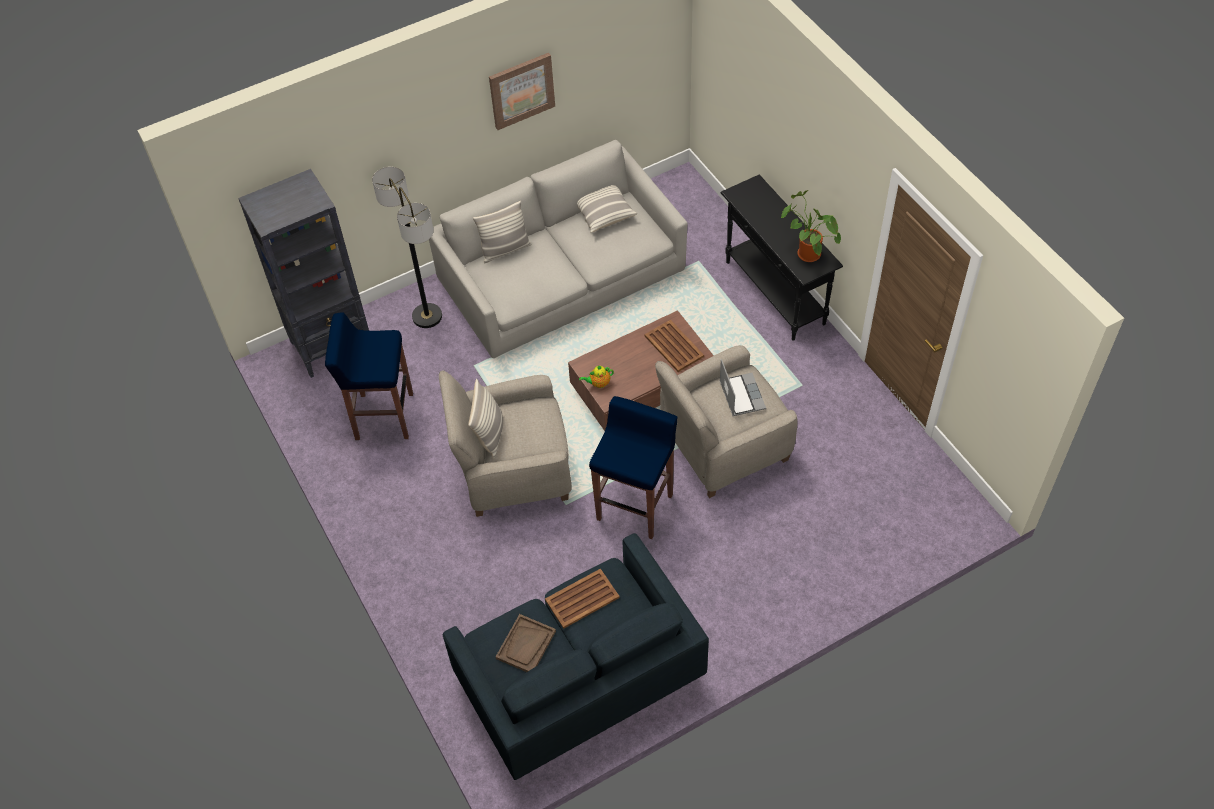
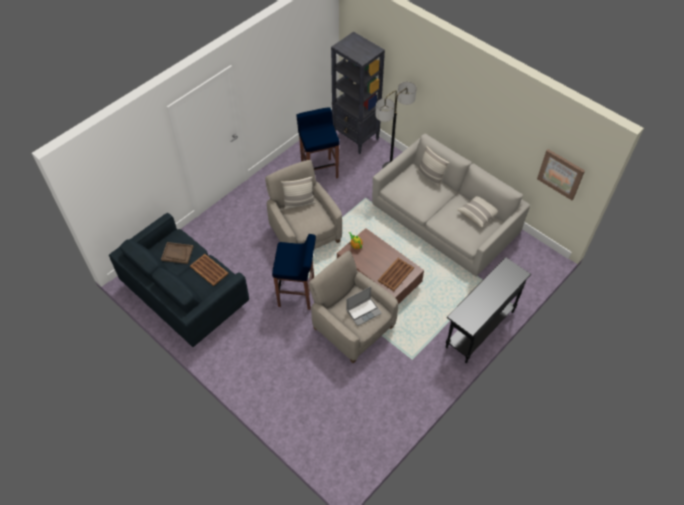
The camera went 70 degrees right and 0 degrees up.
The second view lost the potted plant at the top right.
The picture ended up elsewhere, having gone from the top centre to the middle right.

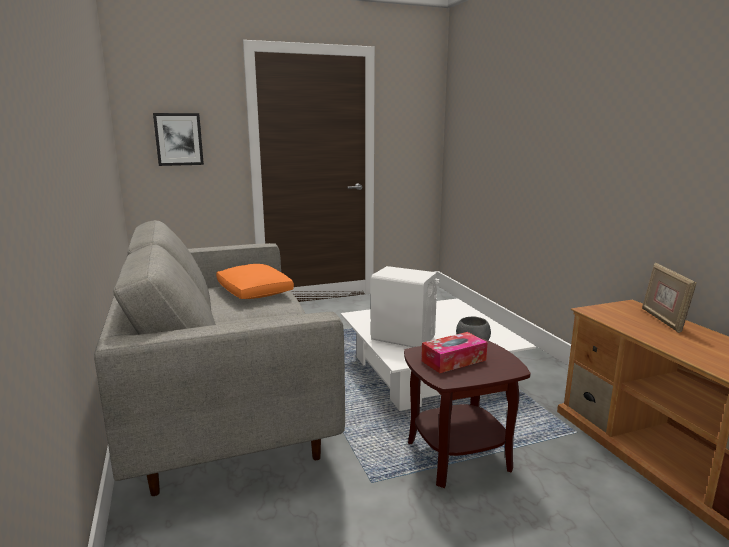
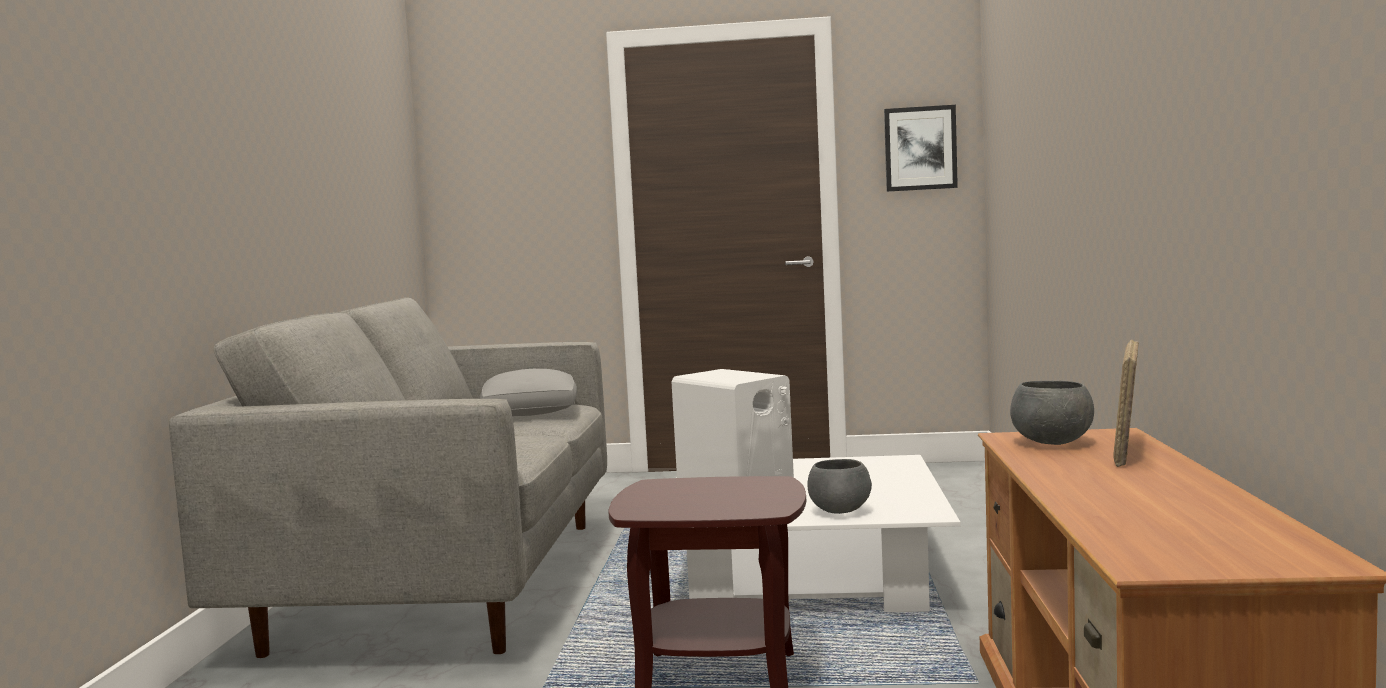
The camera went 25 degrees right and 10 degrees down.
The second view lost the box of tissues at the centre.
The second view gained the gray deep dish (2nd from left) at the middle right.
The picture ended up elsewhere, having gone from the top left to the top centre.
What was the orange-coloured pillow at the centre turned into the gray pillow at the centre.

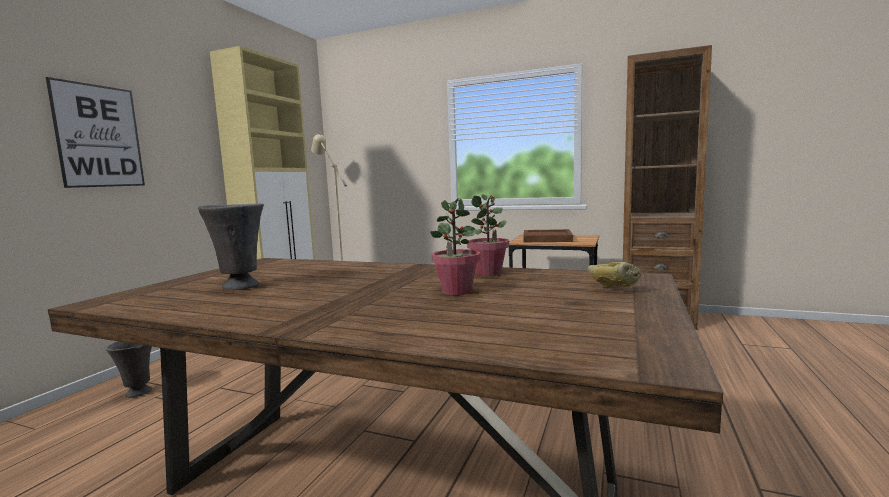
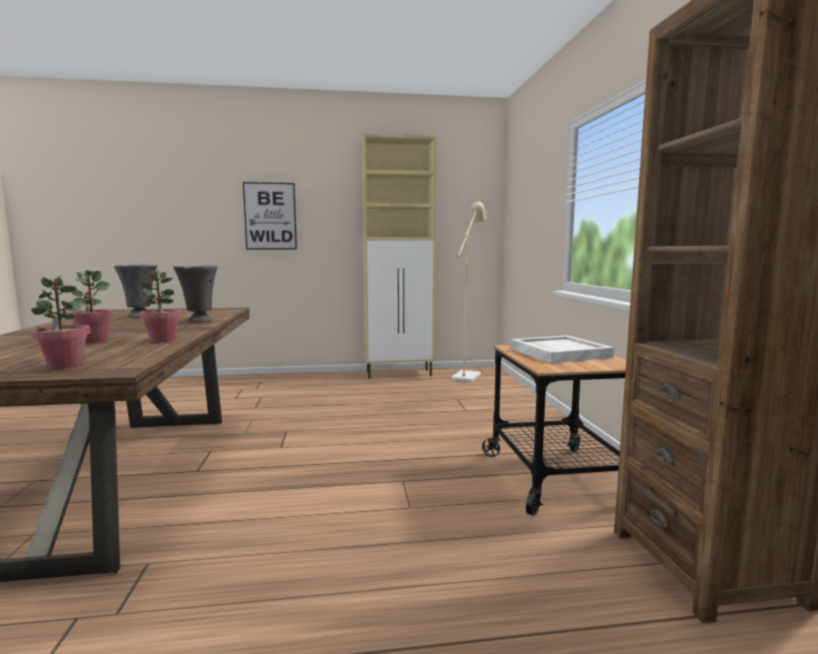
The camera went 60 degrees right and 0 degrees up.
The gray flower vase (1st from left in the first image) ended up elsewhere, having gone from the bottom left to the middle left.
Where the bread stood at the middle right, the potted plant (1st from left) came to stand at the middle left.
What was the brownish tray at the centre turned into the white tray at the middle right.

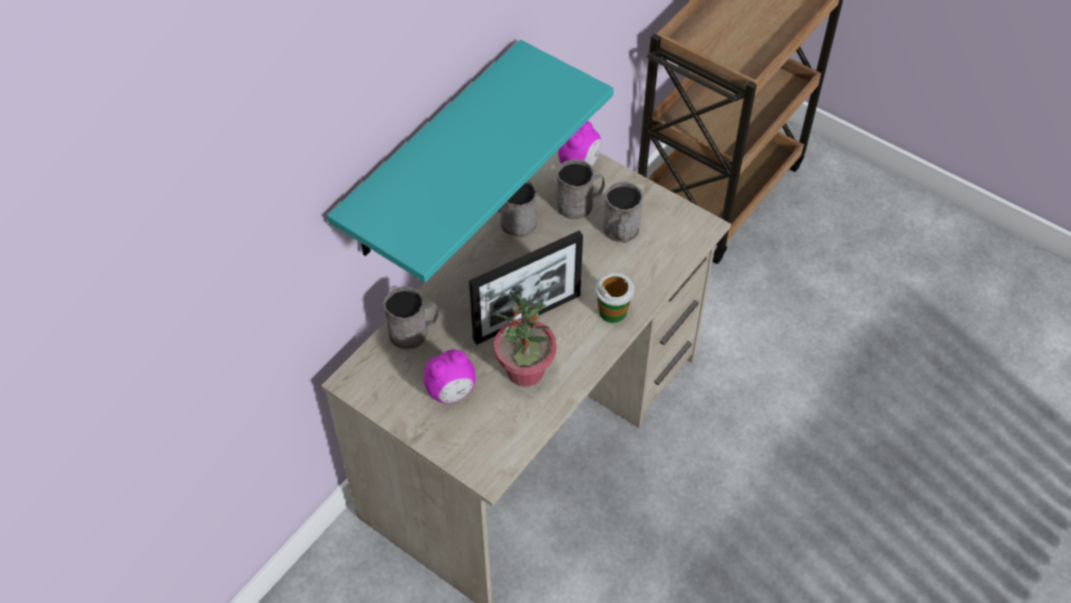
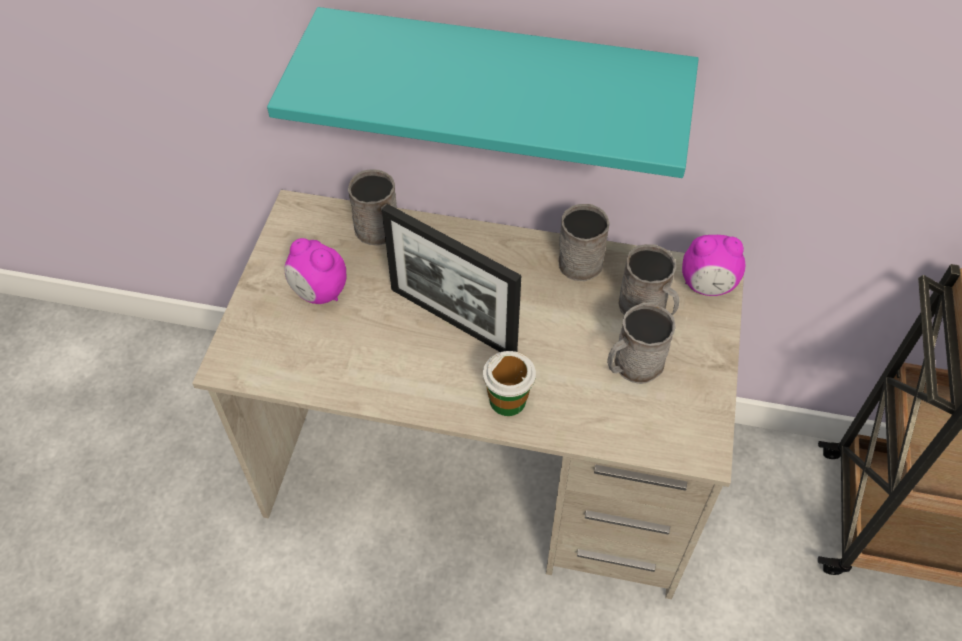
The camera went 65 degrees right and 0 degrees up.
The second view lost the potted plant at the centre.

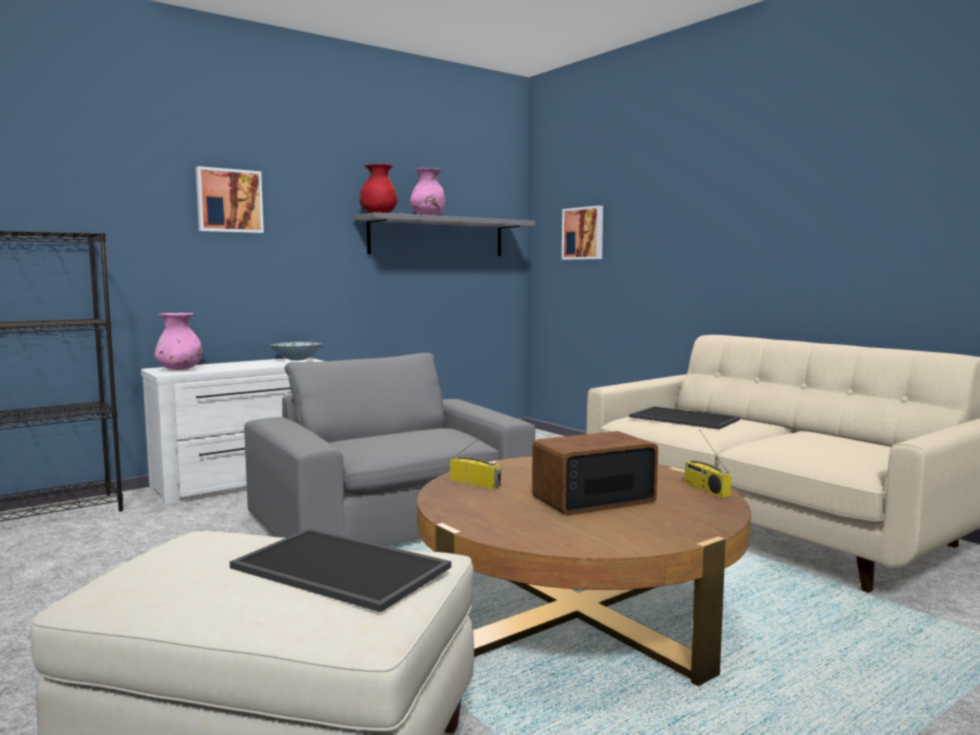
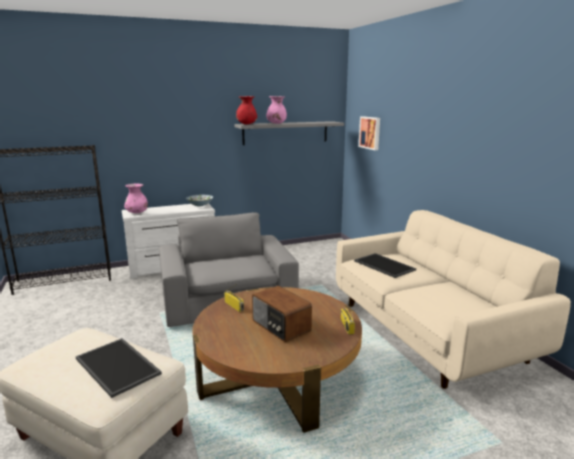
The camera went 15 degrees right and 10 degrees up.
The second view lost the picture (1st from left) at the top left.
The radio (2nd from left) at the centre ended up facing another way, 120 degrees counterclockwise from before.

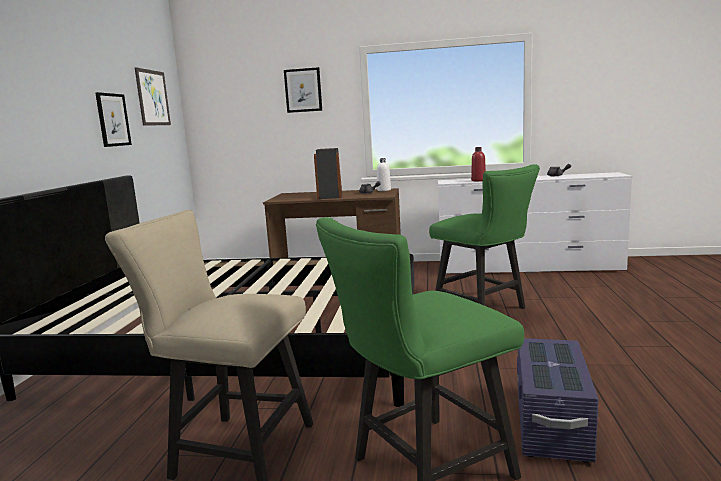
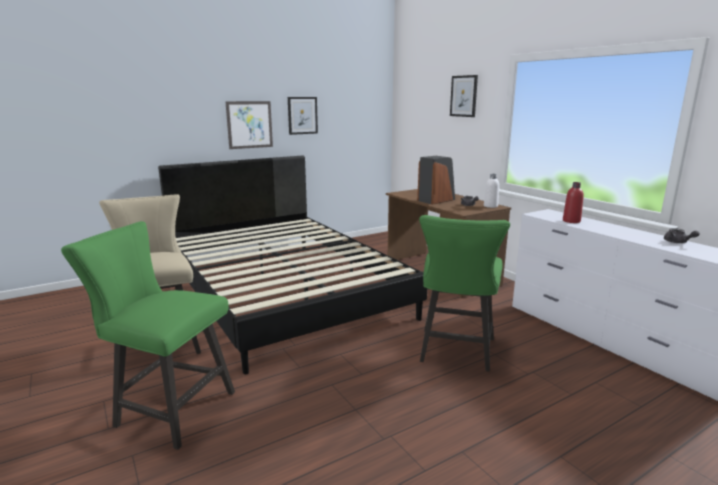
The camera went 50 degrees right and 5 degrees up.
The second view lost the purple storage box at the bottom right.
The picture (2nd from left in the first image) ended up elsewhere, having gone from the top left to the top centre.

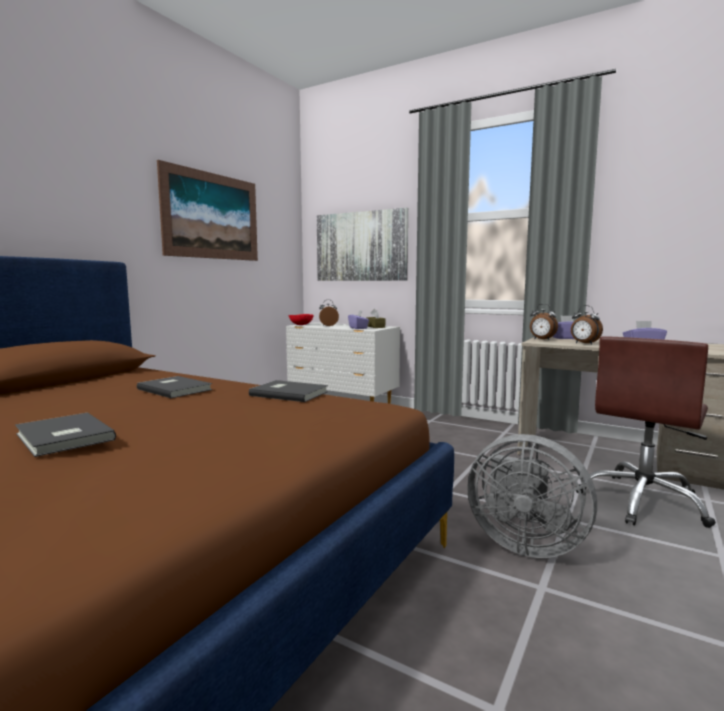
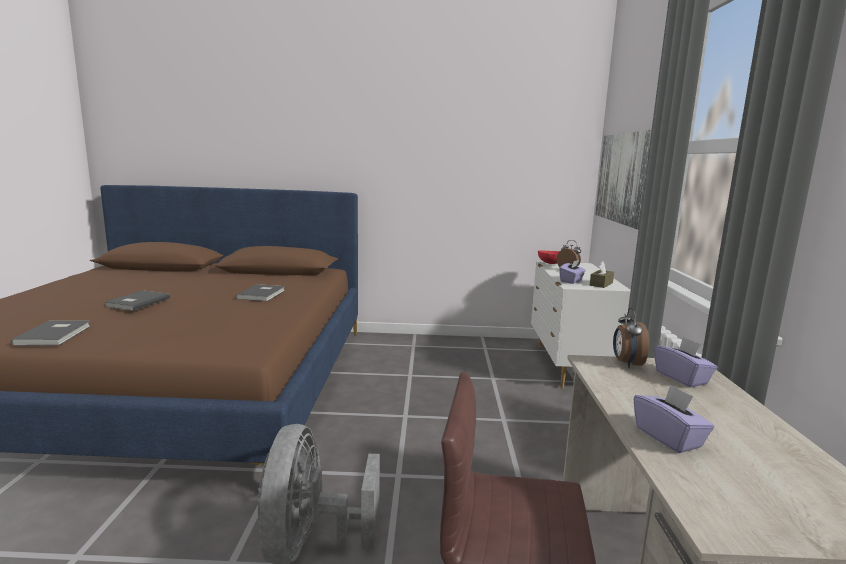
The camera went 60 degrees right and 5 degrees up.
The second view lost the picture (1st from left) at the top left.
The second view lost the table clock (3rd from left) at the middle right.
The gray volume (3rd from left in the first image) ended up elsewhere, having gone from the centre to the middle left.

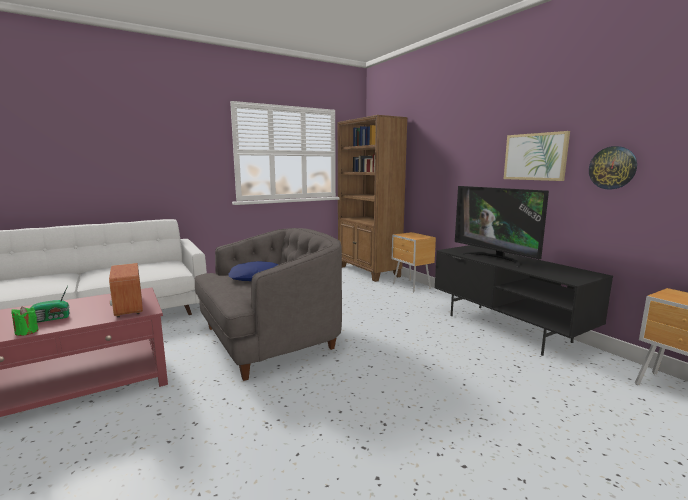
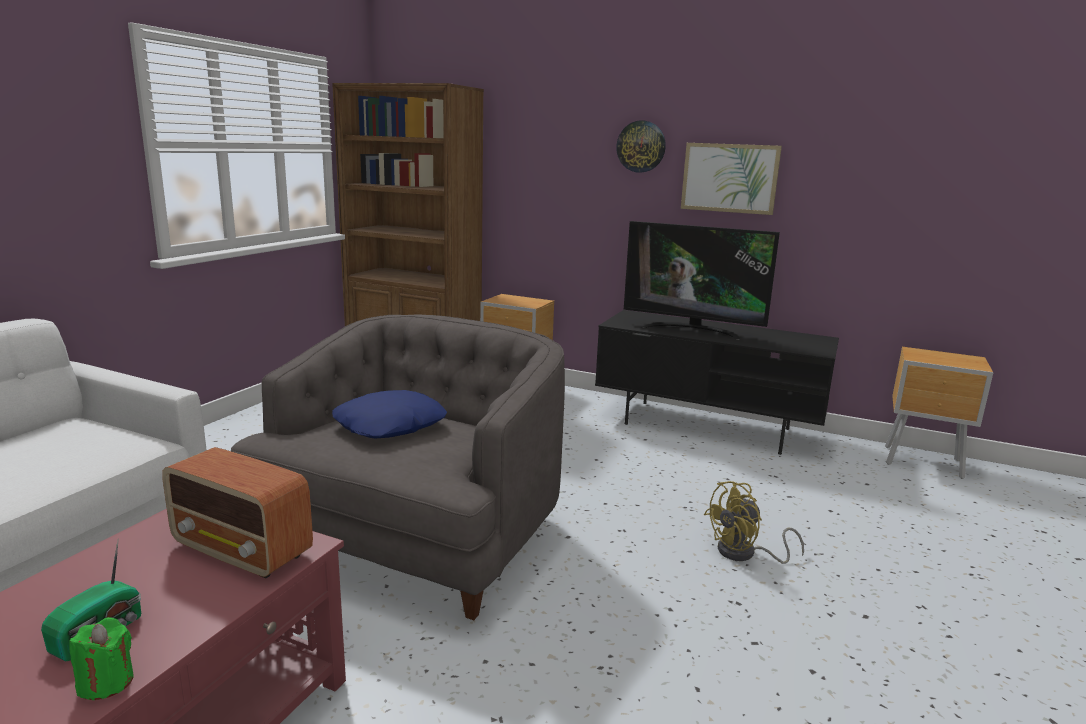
The camera went 35 degrees left and 5 degrees up.
The second view gained the yellowish cooling fan at the bottom right.
The hanging clock ended up elsewhere, having gone from the middle right to the top centre.

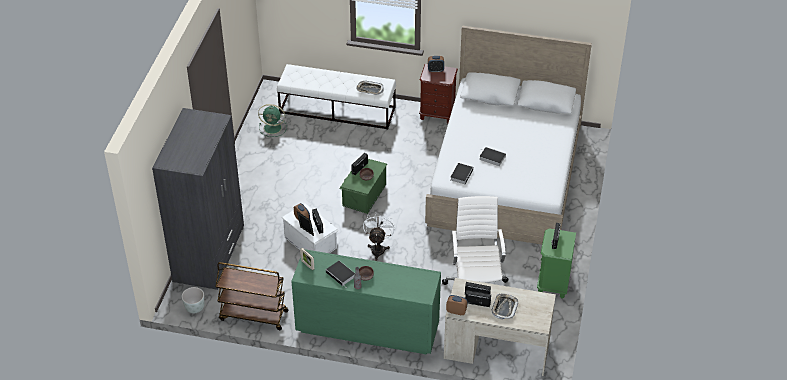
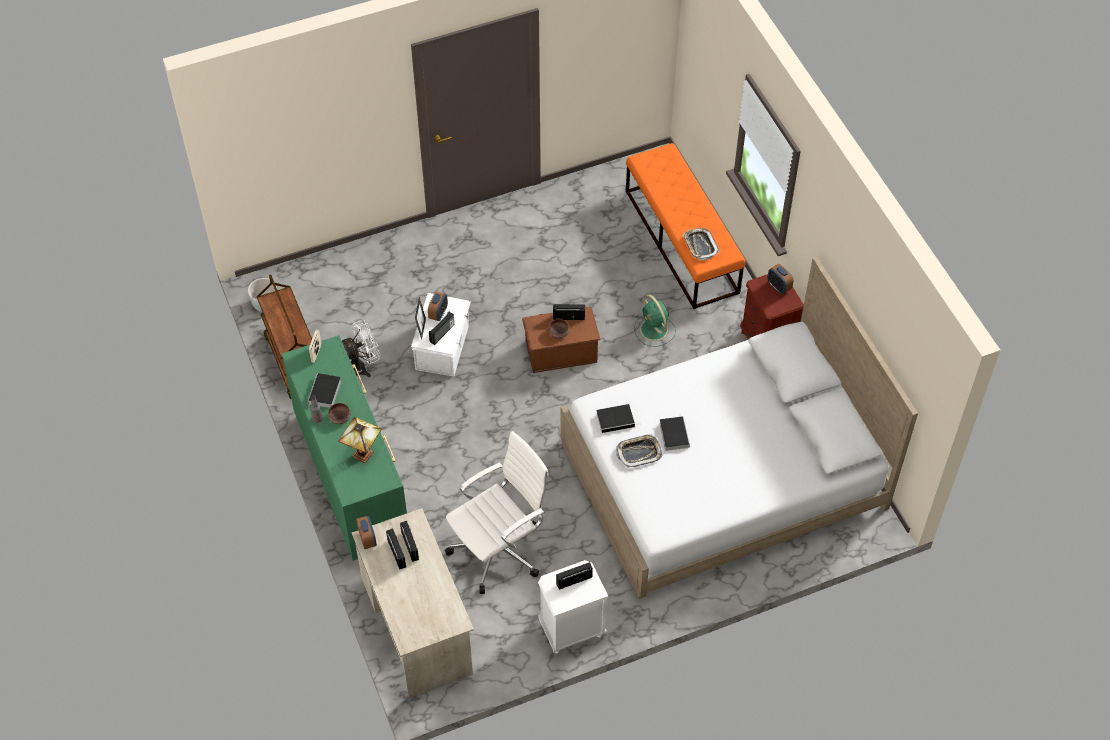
The camera went 55 degrees right and 10 degrees up.
The second view lost the gray clothes cupboard at the middle left.
The second view gained the tabletop lamp at the middle left.
The green cooling fan ended up elsewhere, having gone from the top centre to the centre.
The white cooling fan ended up elsewhere, having gone from the centre to the middle left.
The tray (2nd from left in the first image) ended up elsewhere, having gone from the bottom centre to the centre.
What was the white indoor bench at the top centre turned into the orange-coloured indoor bench at the top centre.
What was the green storage box at the centre turned into the brownish storage box at the centre.
What was the green night table at the bottom right turned into the white night table at the bottom centre.

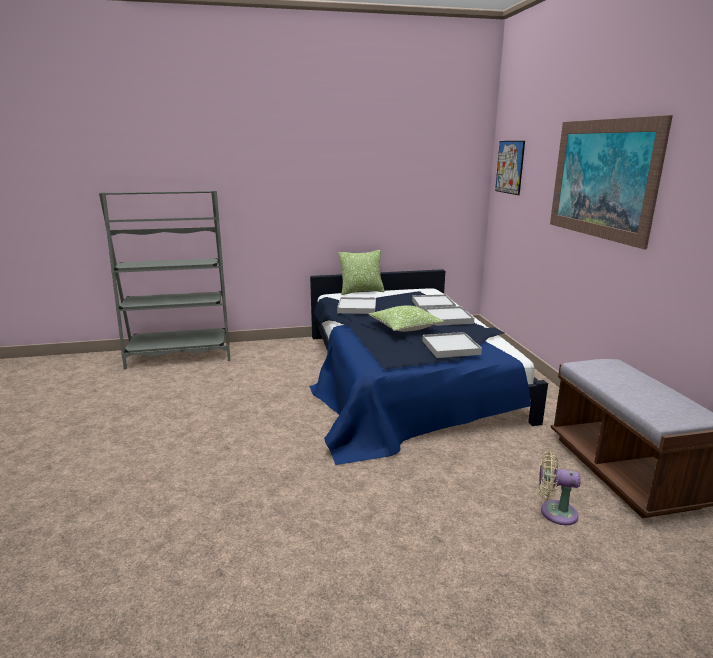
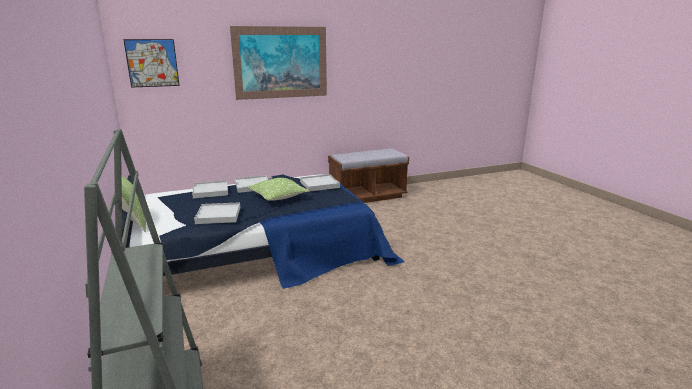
The camera went 100 degrees left and 0 degrees up.
The second view lost the sand-coloured cooling fan at the bottom right.

